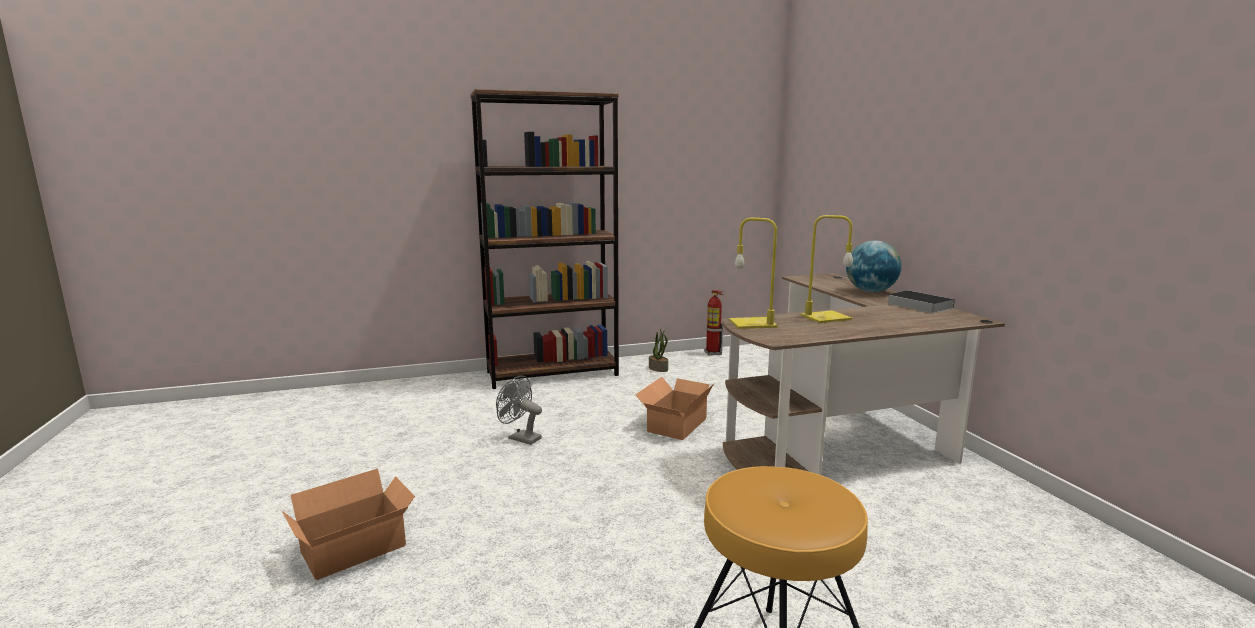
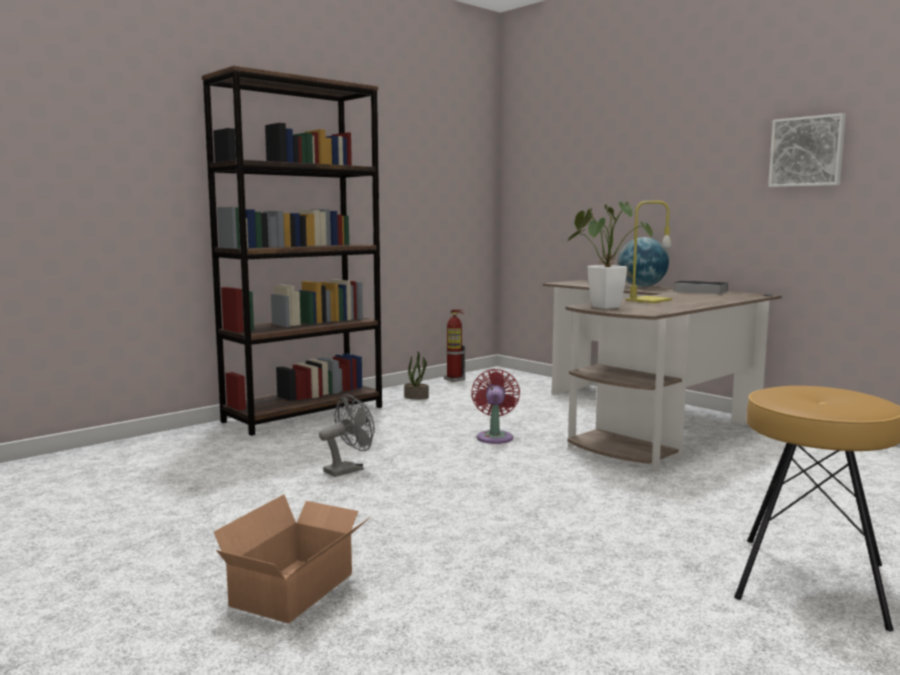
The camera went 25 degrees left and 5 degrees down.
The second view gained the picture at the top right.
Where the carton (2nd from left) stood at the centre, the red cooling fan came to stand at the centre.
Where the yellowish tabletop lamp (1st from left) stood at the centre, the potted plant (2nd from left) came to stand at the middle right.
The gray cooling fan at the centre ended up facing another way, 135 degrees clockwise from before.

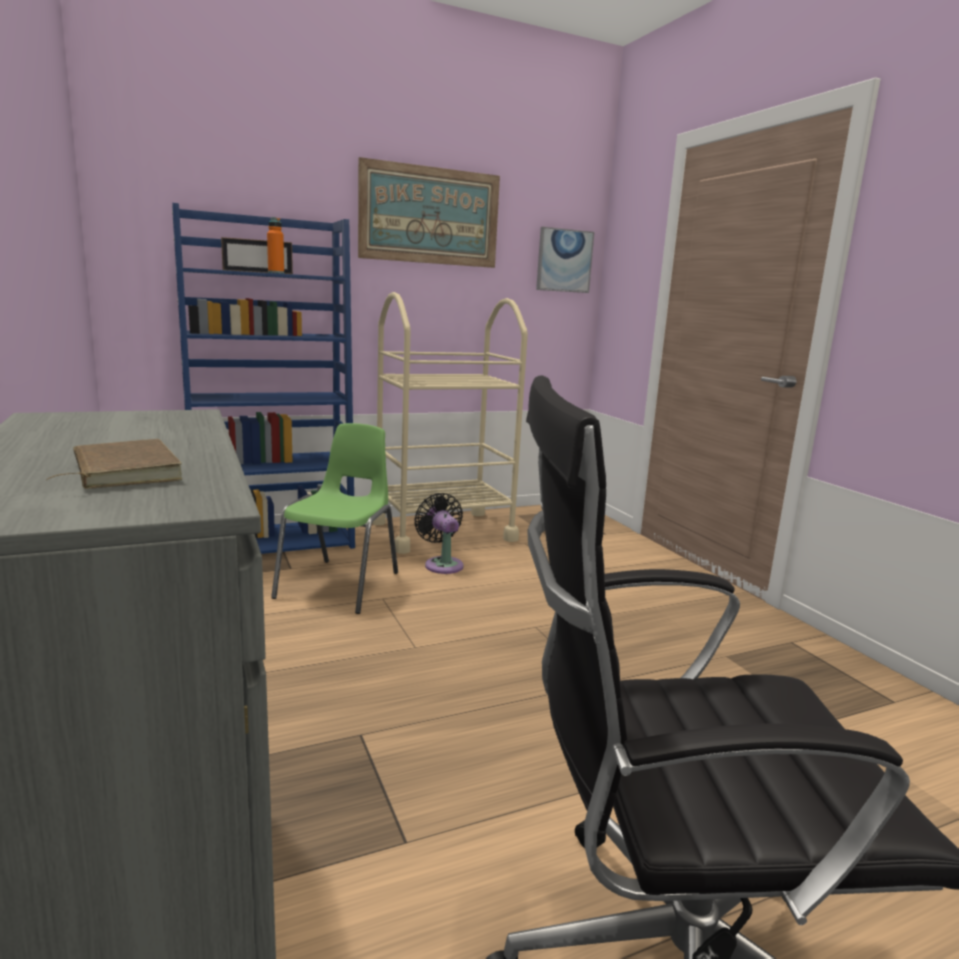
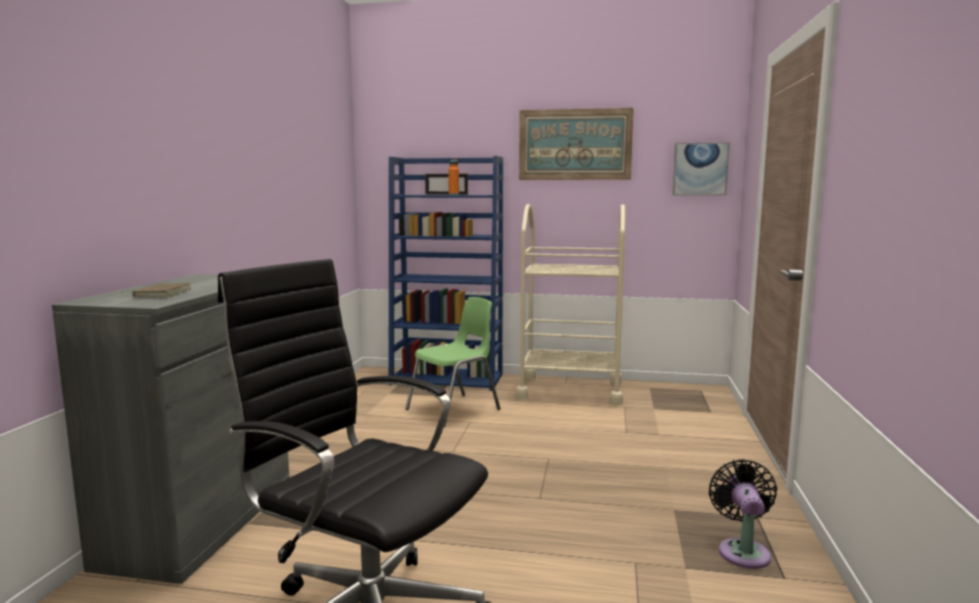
The camera went 35 degrees right and 5 degrees down.
The blackish cooling fan ended up elsewhere, having gone from the centre to the bottom right.

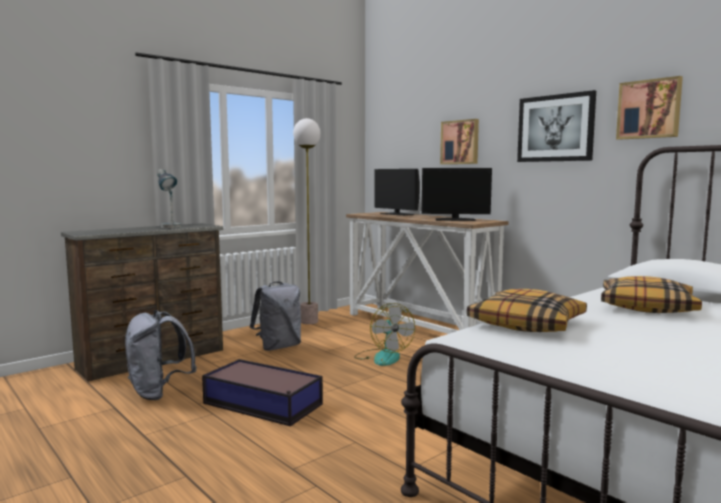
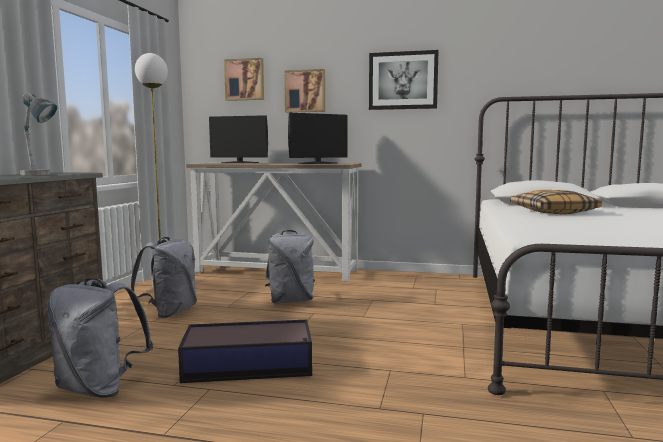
The camera went 35 degrees left and 0 degrees up.
The second view lost the pillow (1st from left) at the middle right.
The picture (3rd from left in the first image) ended up elsewhere, having gone from the top right to the top centre.
Where the cooling fan stood at the centre, the gray knapsack (3rd from left) came to stand at the centre.

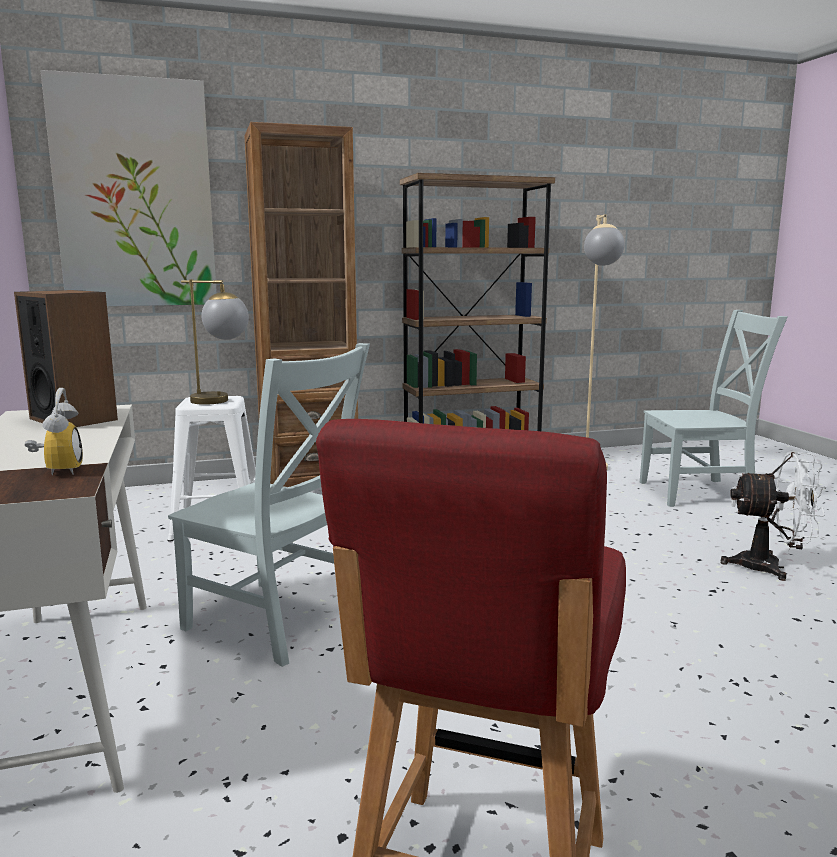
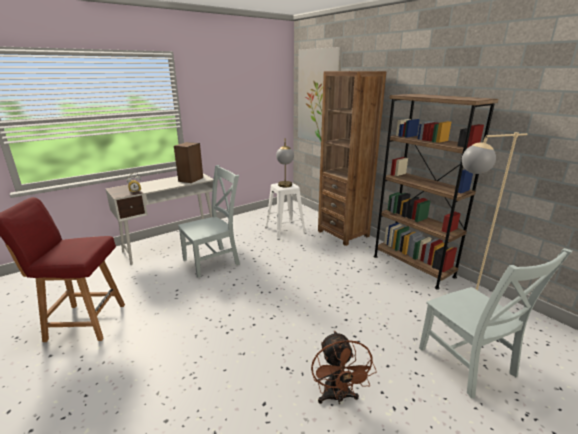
The camera went 70 degrees right and 10 degrees up.
What was the white cooling fan at the middle right turned into the brownish cooling fan at the bottom centre.
The gray plain chair (1st from left) at the middle left ended up facing another way, 135 degrees counterclockwise from before.

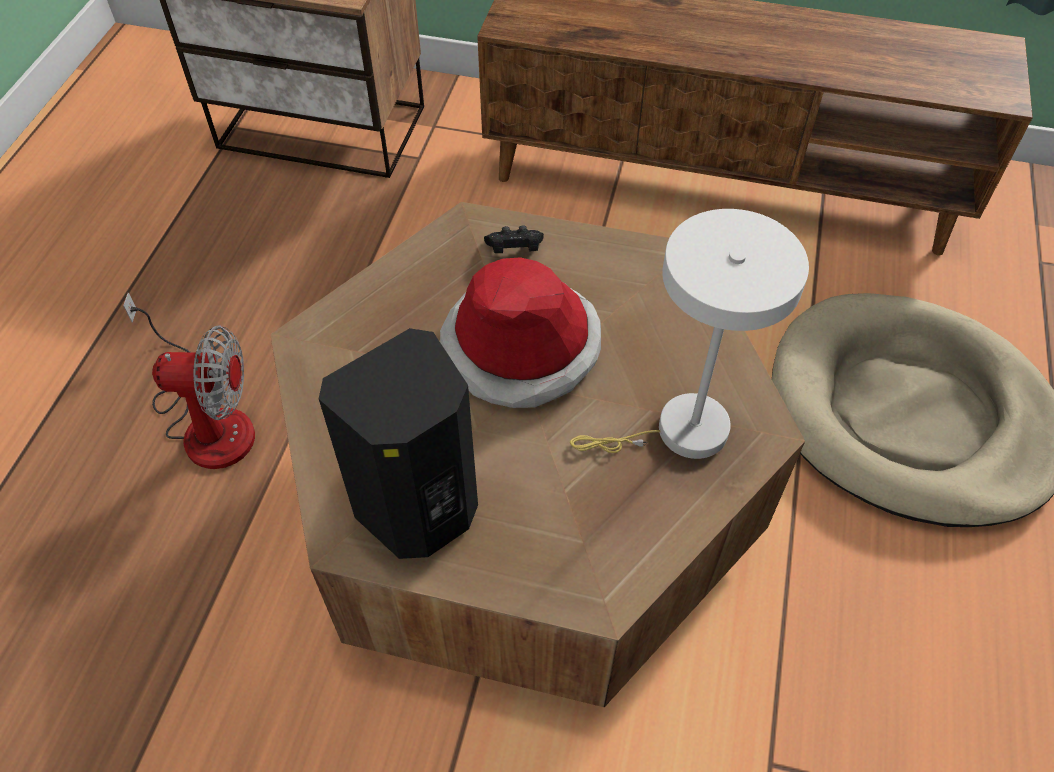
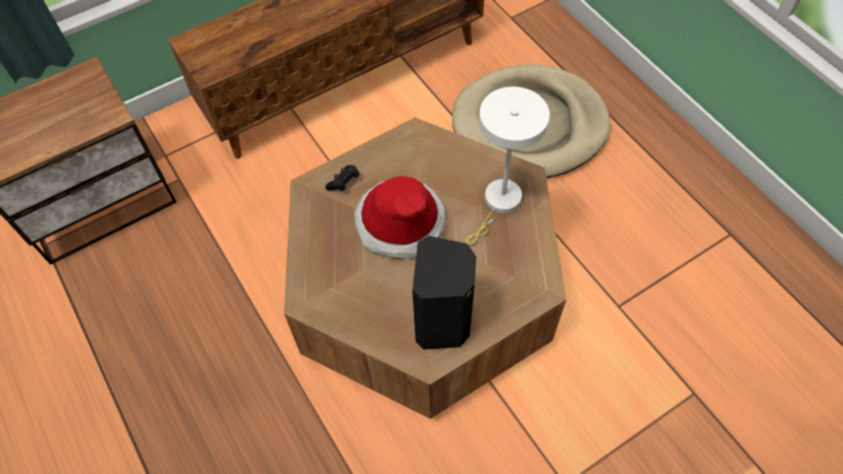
The camera went 45 degrees left and 5 degrees up.
The second view lost the cooling fan at the middle left.

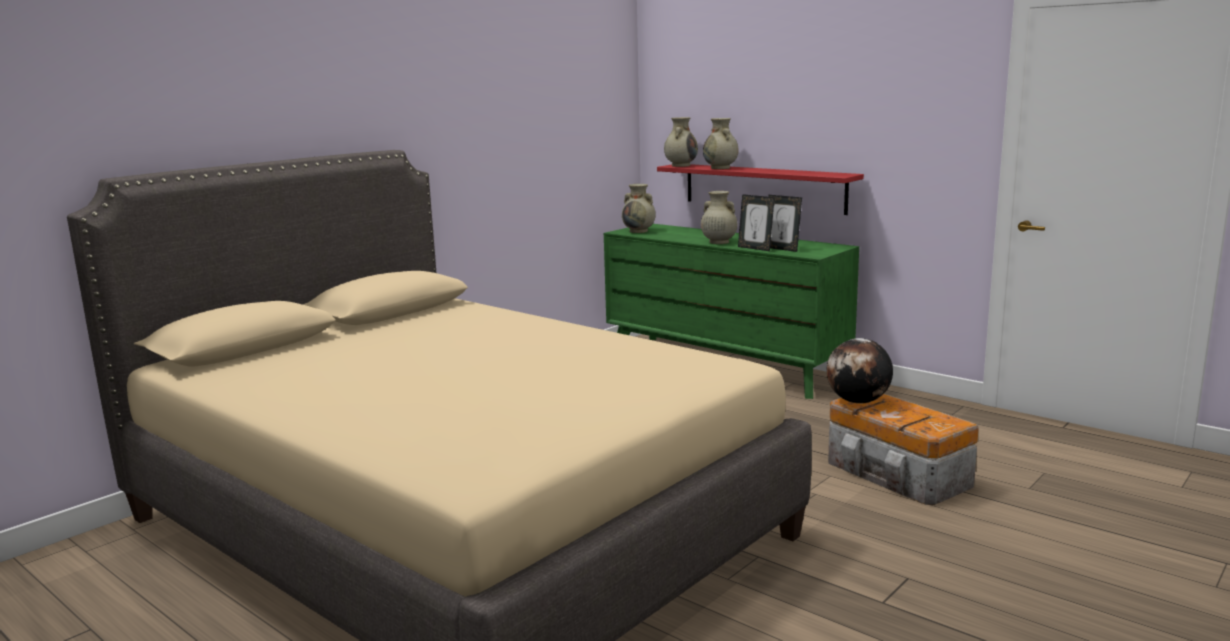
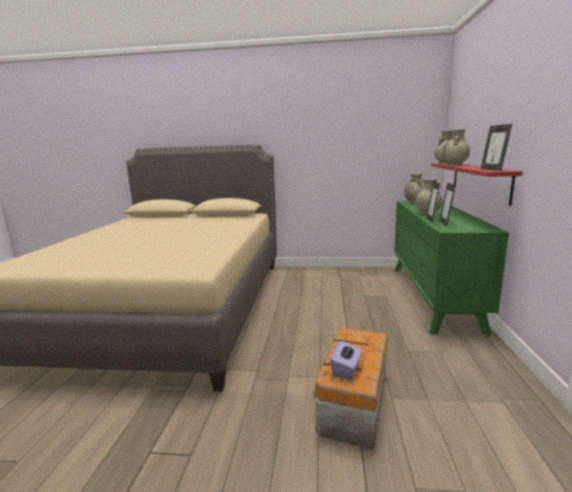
The camera went 55 degrees right and 0 degrees up.
The second view lost the world globe at the middle right.
The second view gained the purple box of tissues at the bottom centre.
The second view gained the photo frame (3rd from left) at the top right.

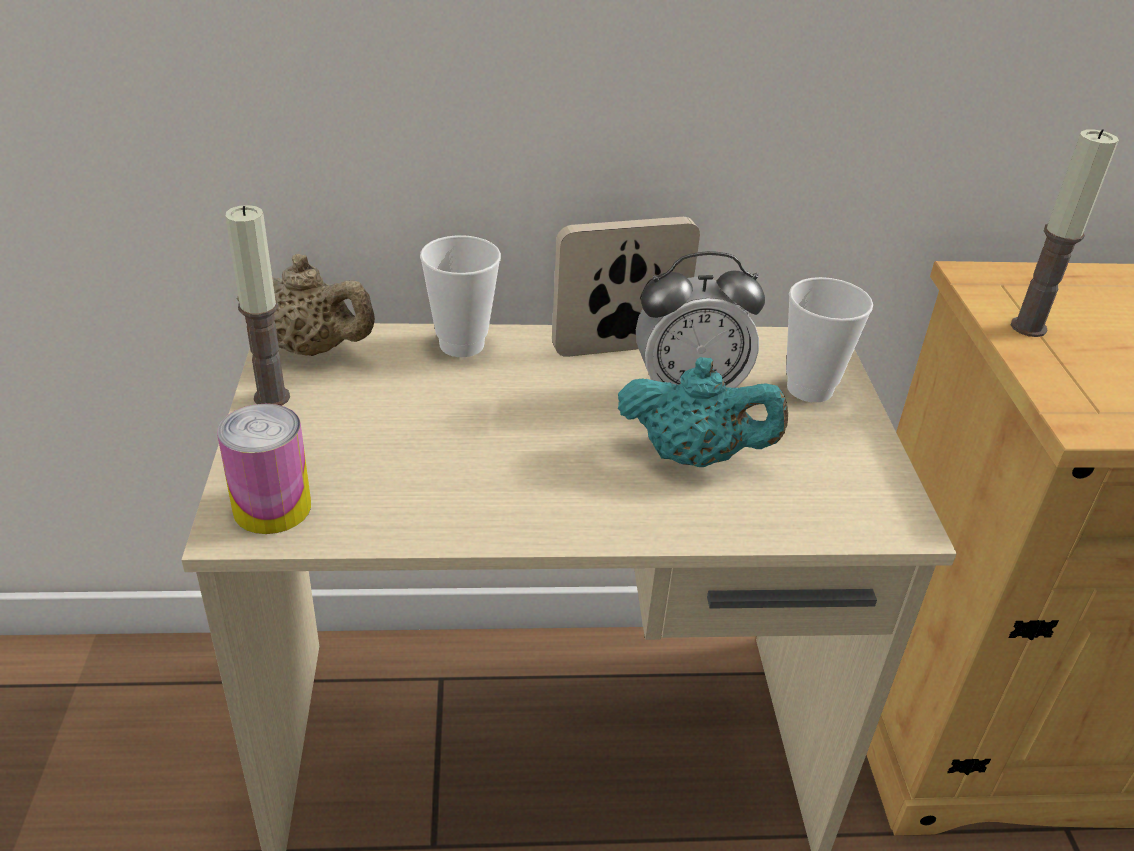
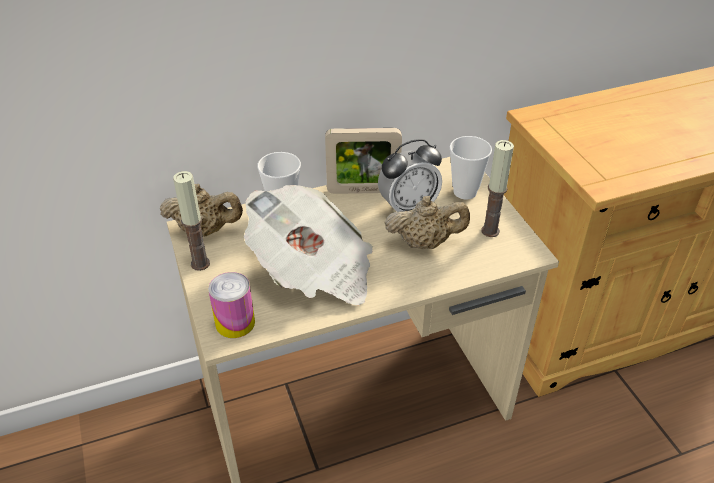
The camera went 15 degrees left and 5 degrees up.
The second view gained the printed paper at the centre.
The candle (2nd from left) ended up elsewhere, having gone from the top right to the middle right.
What was the blue-green teapot at the centre turned into the sand-coloured teapot (2nd from left) at the centre.
The photo frame at the centre ended up facing another way, 150 degrees counterclockwise from before.

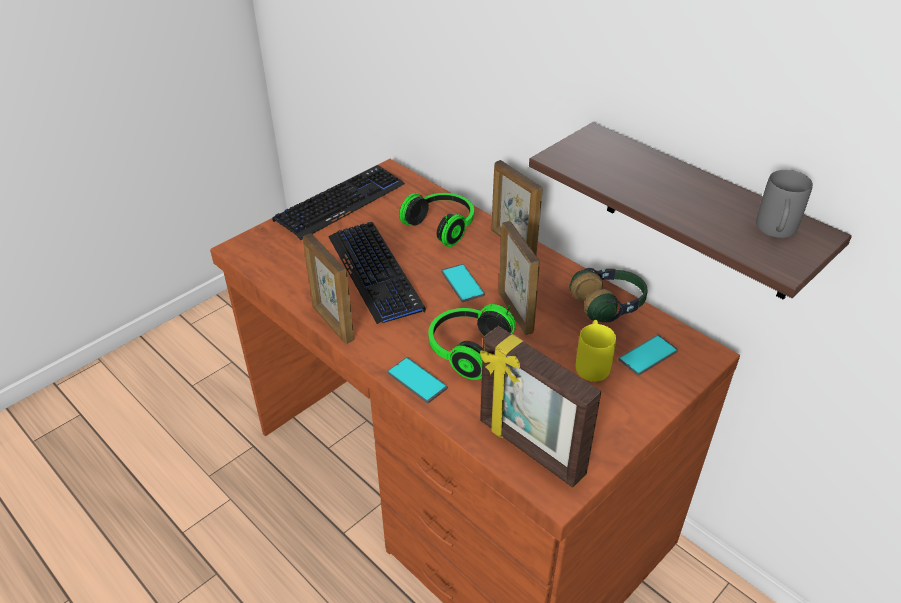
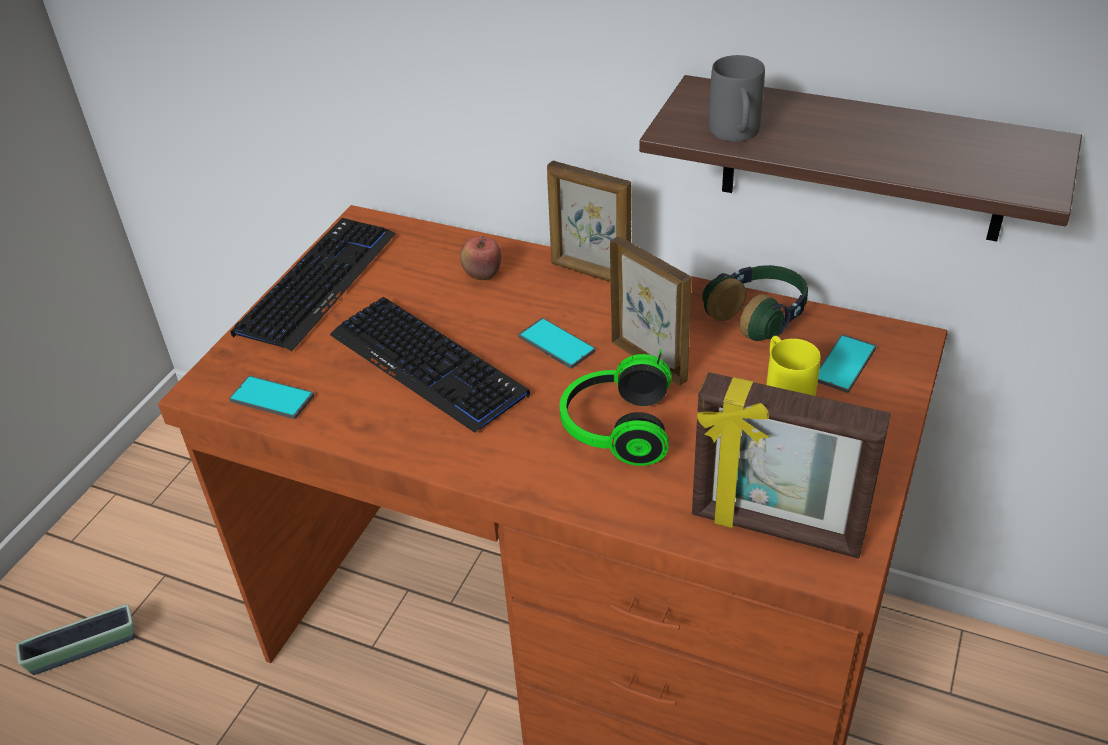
The camera went 20 degrees left and 0 degrees up.
The second view lost the photo frame (1st from left) at the centre.
The second view gained the flower pot at the bottom left.
The phone (1st from left) ended up elsewhere, having gone from the centre to the middle left.
The gray coffee mug ended up elsewhere, having gone from the middle right to the top centre.
Where the headphones (1st from left) stood at the centre, the apple fruit came to stand at the centre.

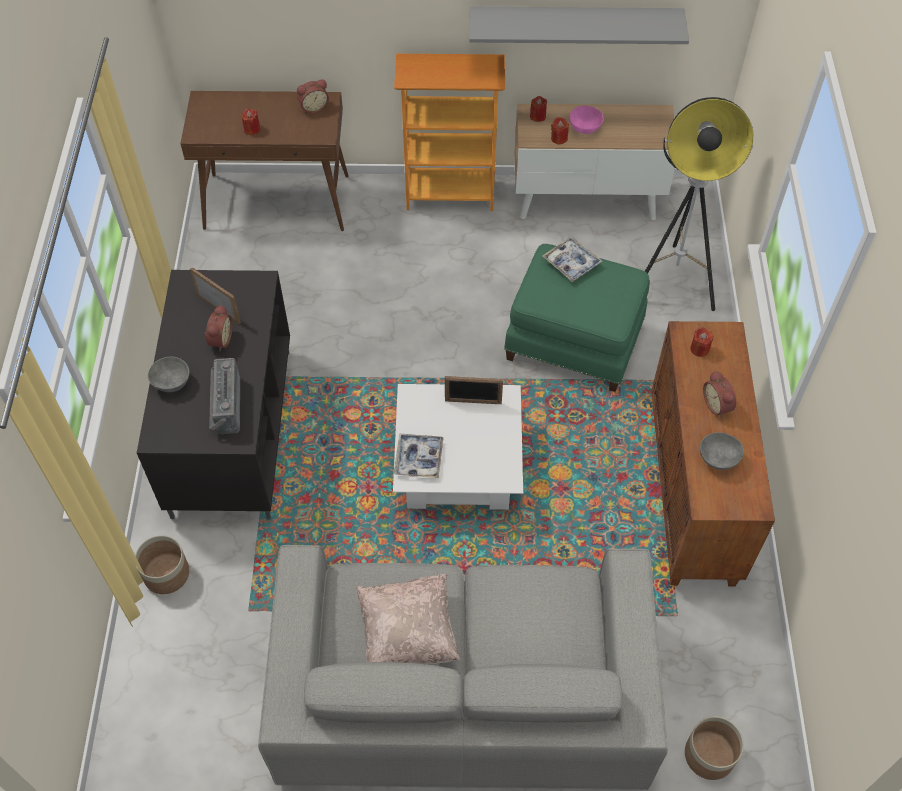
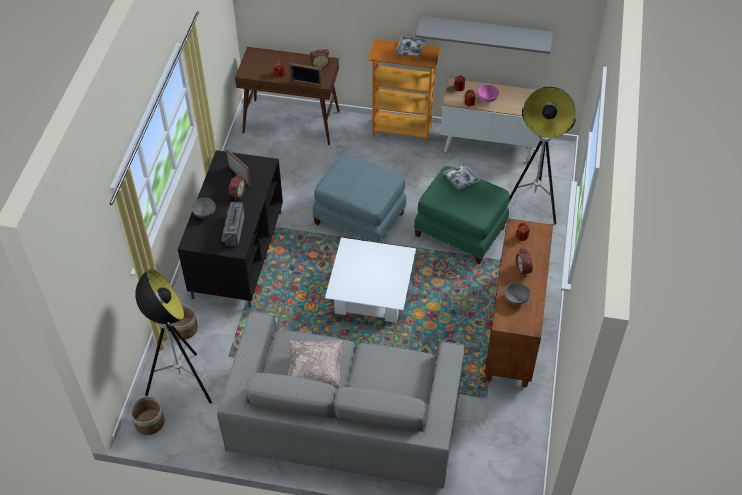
The camera went 10 degrees right and 5 degrees down.
The second view gained the standing lamp (1st from left) at the bottom left.
The second view gained the bluish footrest at the centre.
The tray (1st from left) ended up elsewhere, having gone from the centre to the top centre.
The photo frame (2nd from left) ended up elsewhere, having gone from the centre to the top centre.
The flower pot (2nd from left in the first image) ended up elsewhere, having gone from the bottom right to the bottom left.

